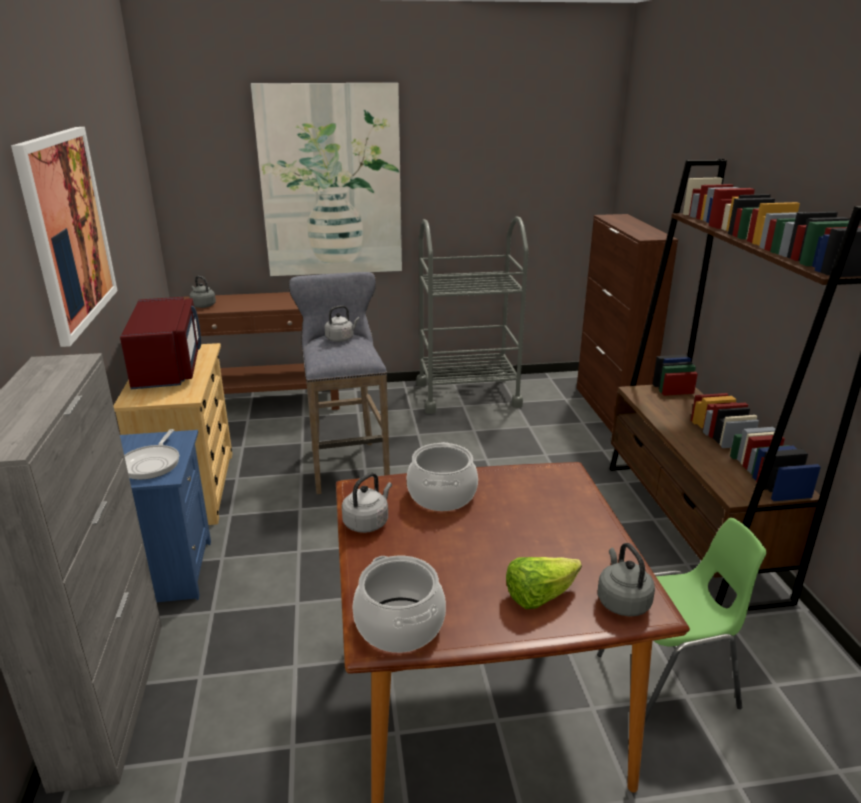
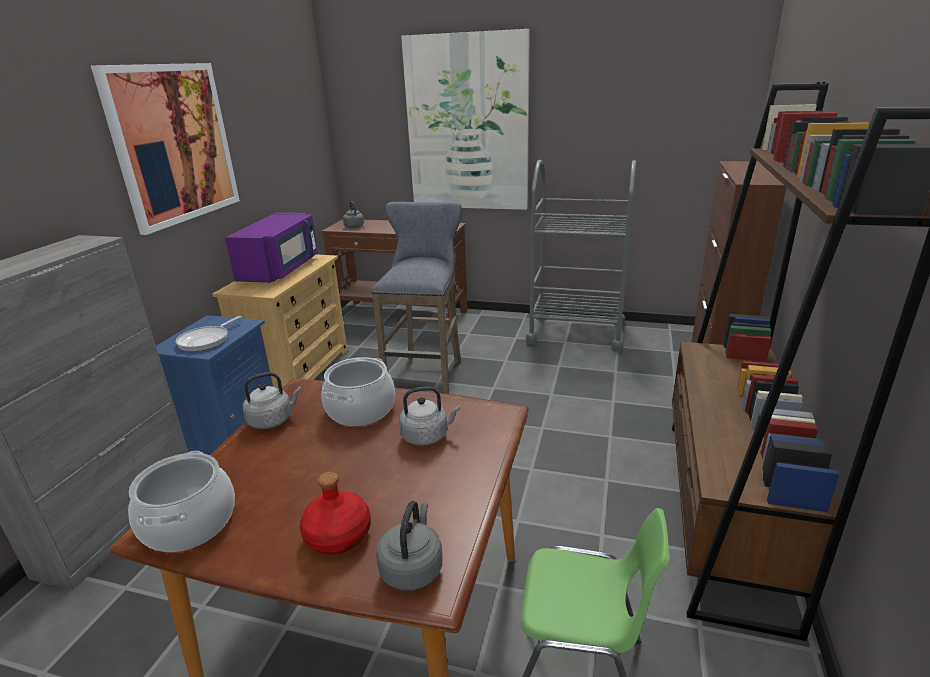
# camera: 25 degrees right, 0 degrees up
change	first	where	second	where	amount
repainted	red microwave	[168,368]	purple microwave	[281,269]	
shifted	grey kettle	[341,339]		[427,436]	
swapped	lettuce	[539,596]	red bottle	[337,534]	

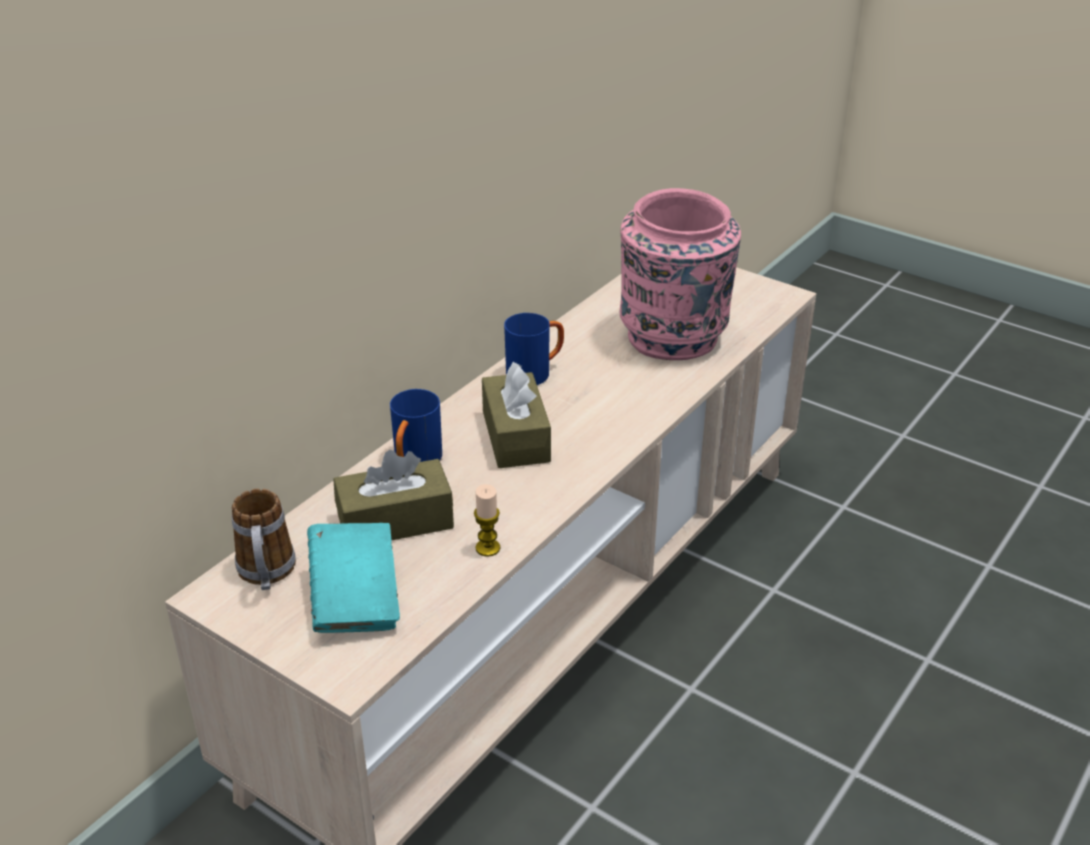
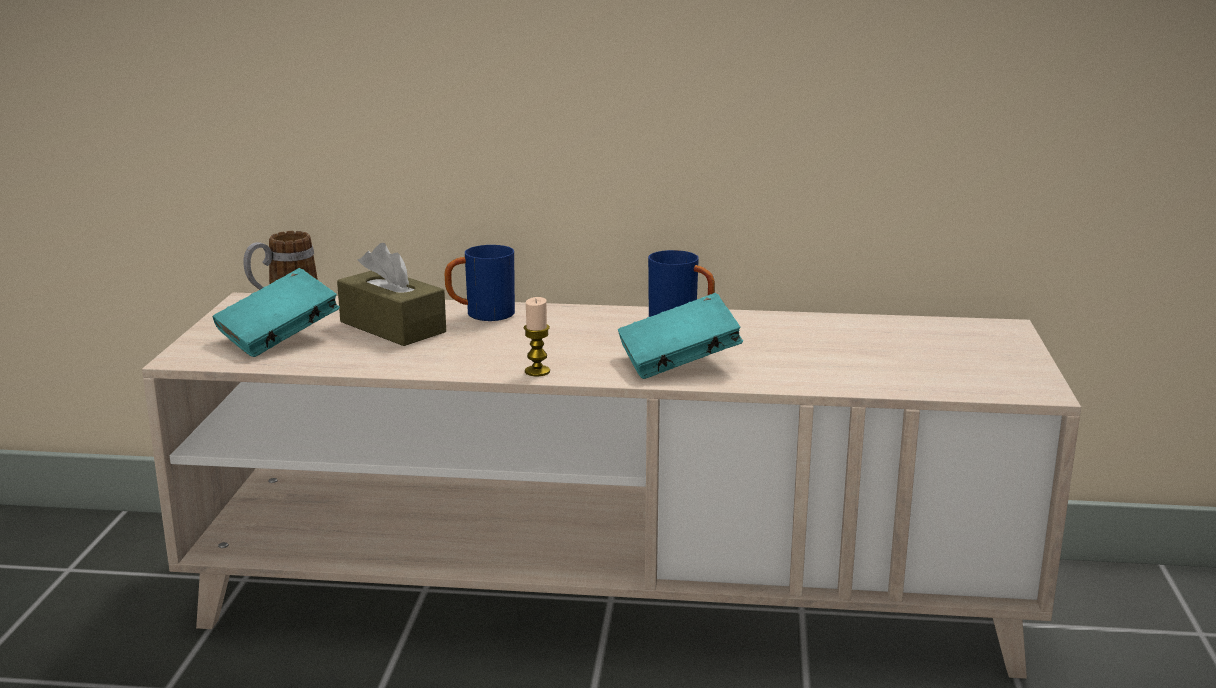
# camera: 60 degrees right, 15 degrees down
change	first	where	second	where	amount
shifted	candle	[487,548]		[537,371]	
gone	brown tissue box	[516,436]			
gone	pink vase	[673,339]			
new			turquoise book	[678,363]	

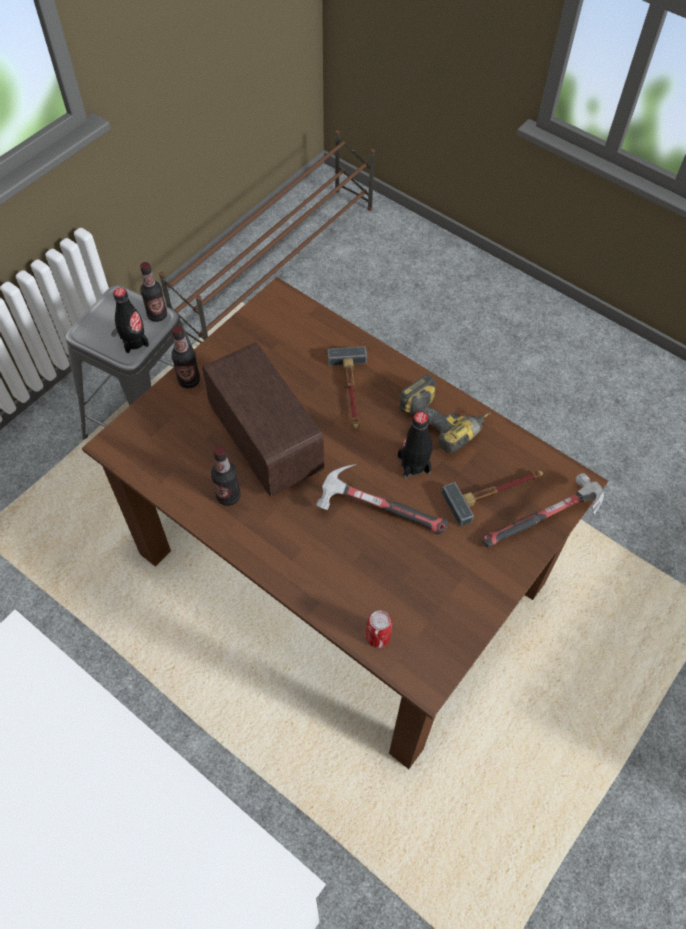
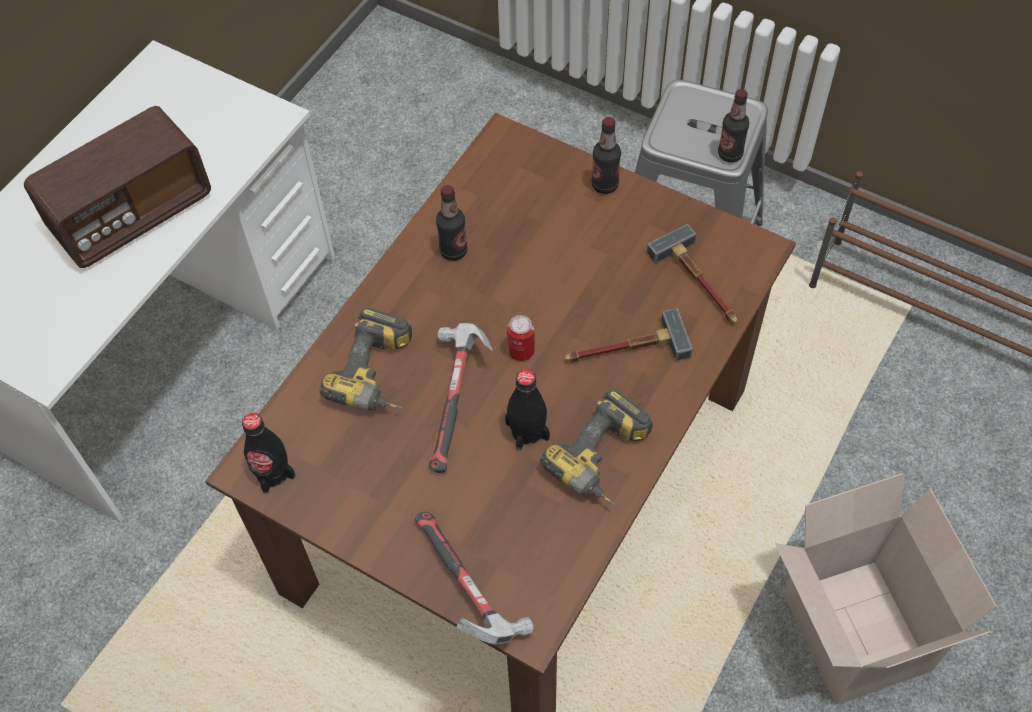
# camera: 85 degrees right, 0 degrees up
change	first	where	second	where	amount
shifted	black bottle	[134,341]		[272,472]	
shifted	radio	[265,440]		[132,214]	
shifted	can	[378,636]		[521,351]	
shifted	hammer	[496,493]		[699,283]	
new			power drill	[380,375]	
new			cardboard box	[850,631]	

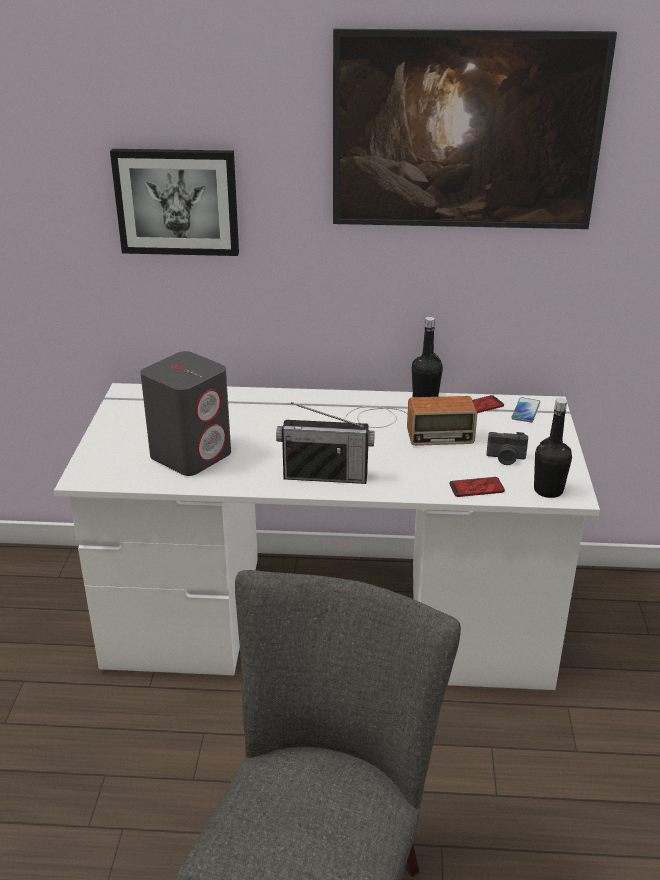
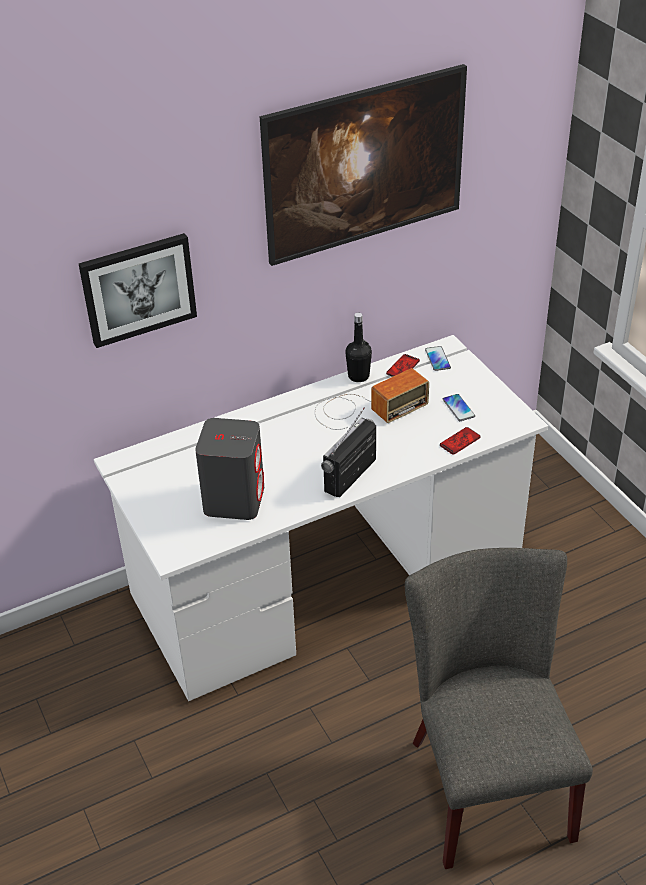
# camera: 30 degrees left, 10 degrees up
change	first	where	second	where	amount
rotated	radio	[325,476]		[350,475]	150 degrees clockwise
swapped	photo camera	[506,458]	phone	[458,408]	
gone	black bottle	[548,490]			

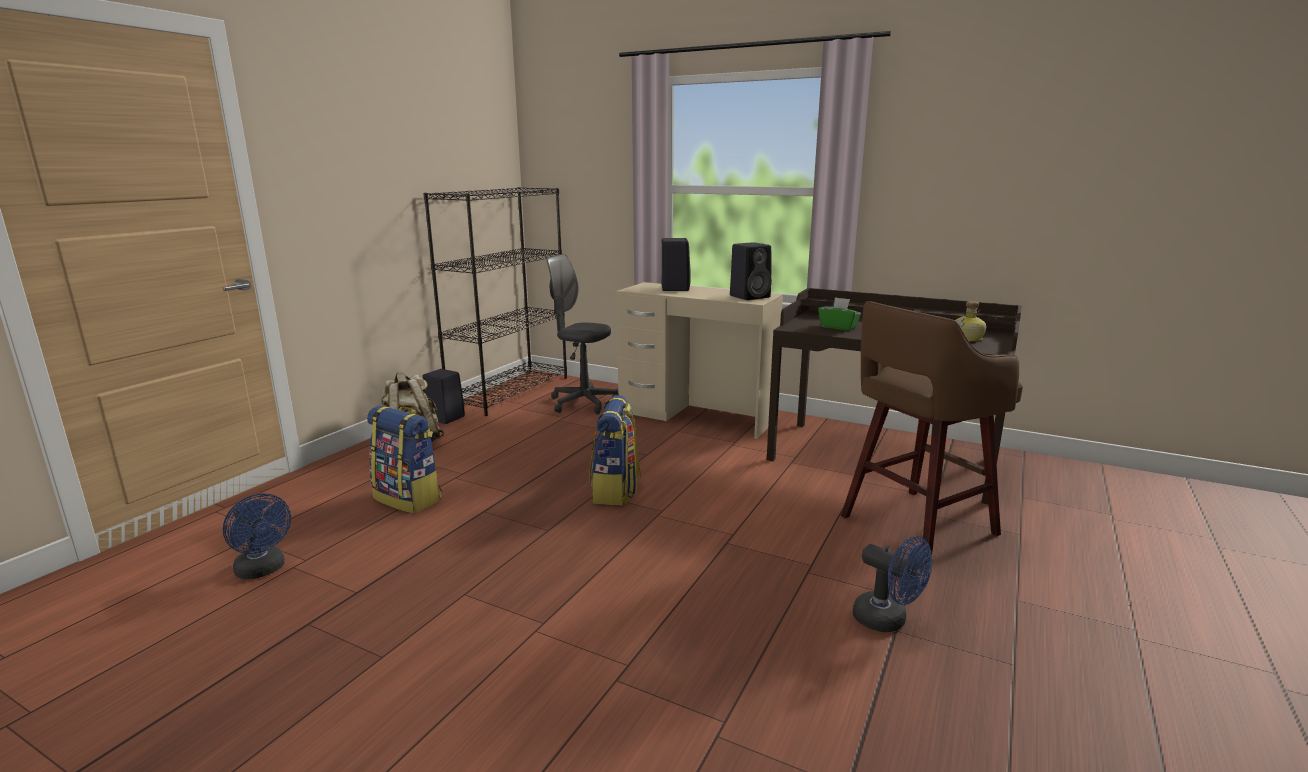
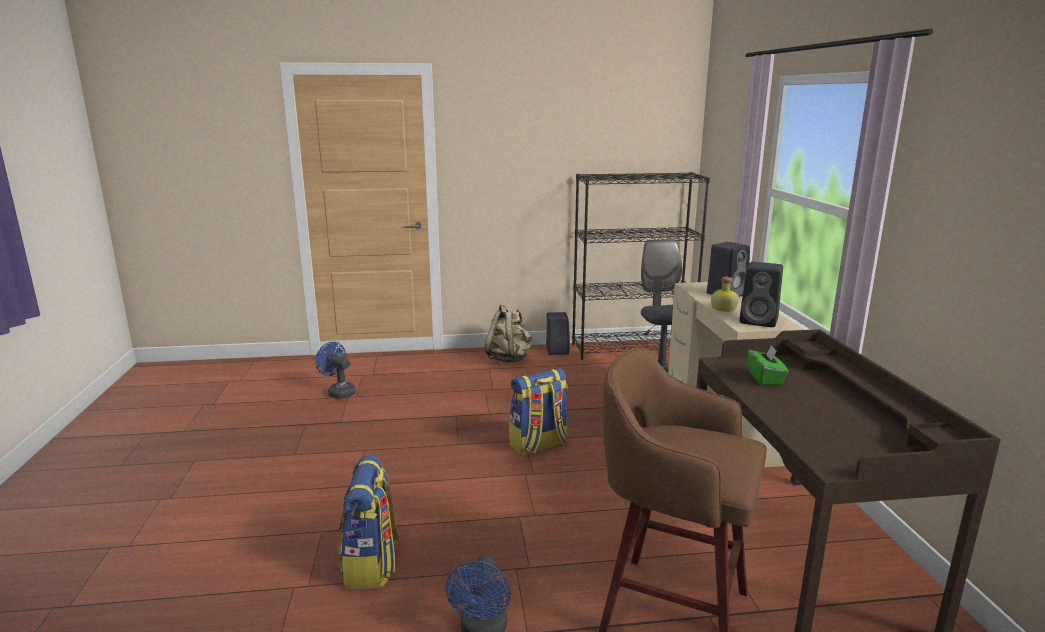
# camera: 55 degrees right, 0 degrees up
change	first	where	second	where	amount
rotated	blue fan	[263,570]		[339,392]	120 degrees clockwise
shifted	backpack	[409,499]		[372,565]	
shifted	bottle	[968,338]		[724,309]	

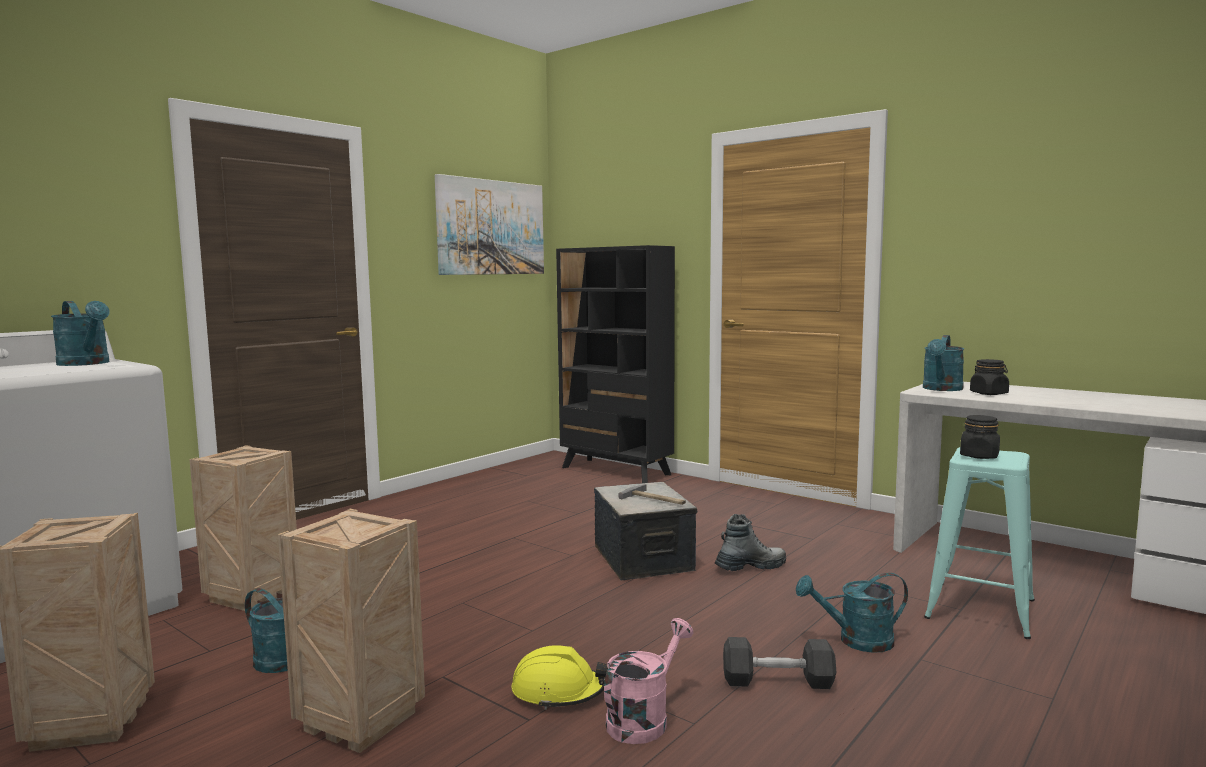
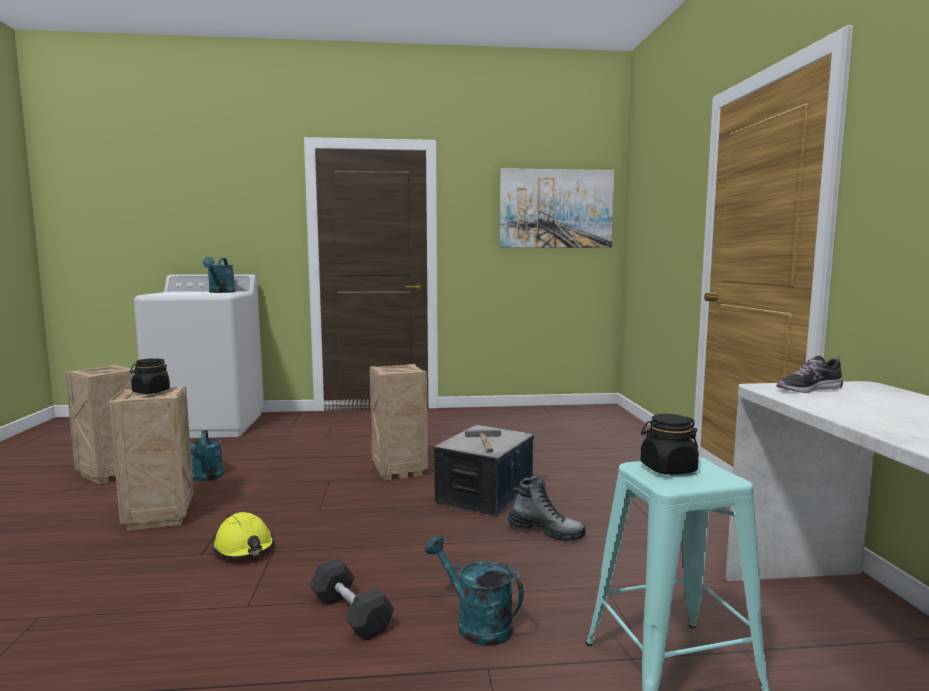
# camera: 45 degrees right, 0 degrees up
change	first	where	second	where	amount
shifted	crate	[253,595]		[400,471]	
gone	black bookcase	[615,471]			
gone	pink watering can	[643,719]			
swapped	turquoise watering can	[941,389]	shoe	[808,389]	
shifted	black jar	[989,393]		[151,392]	

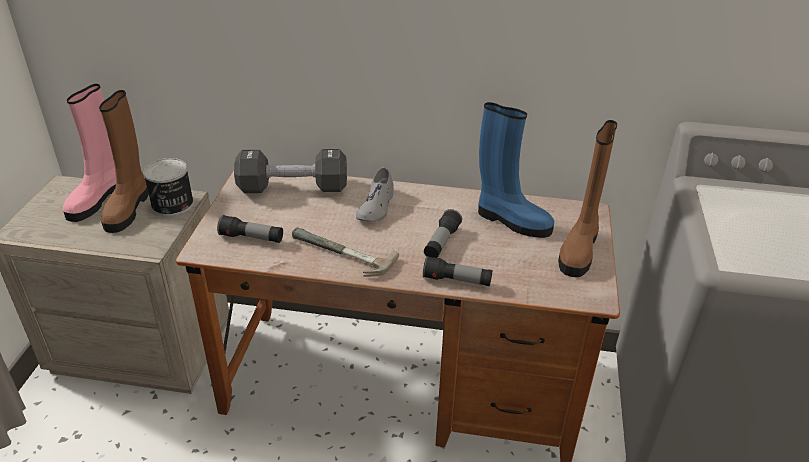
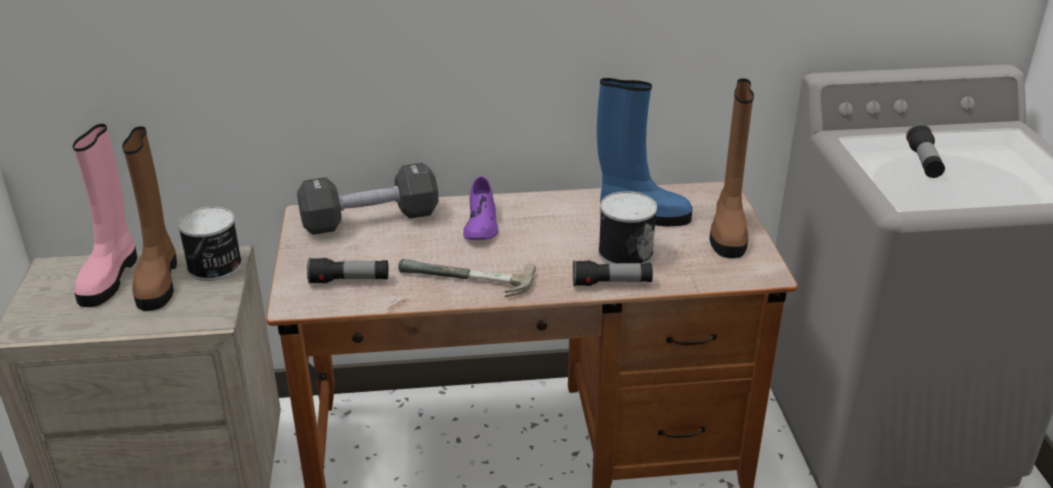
# camera: 15 degrees left, 5 degrees down
change	first	where	second	where	amount
repainted	grey shoe	[376,206]	purple shoe	[481,224]	
shifted	flashlight	[441,242]		[923,162]	
new			can	[624,252]	

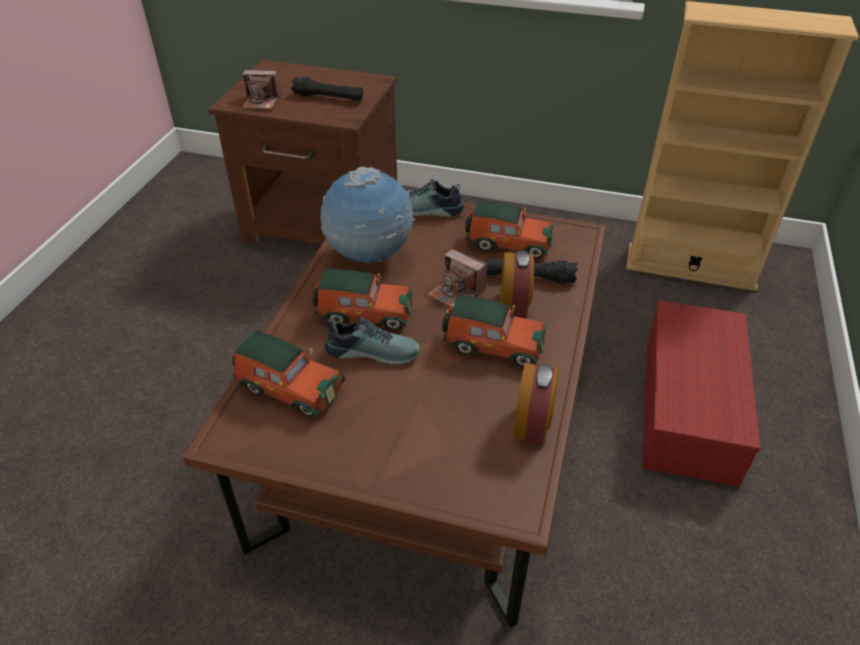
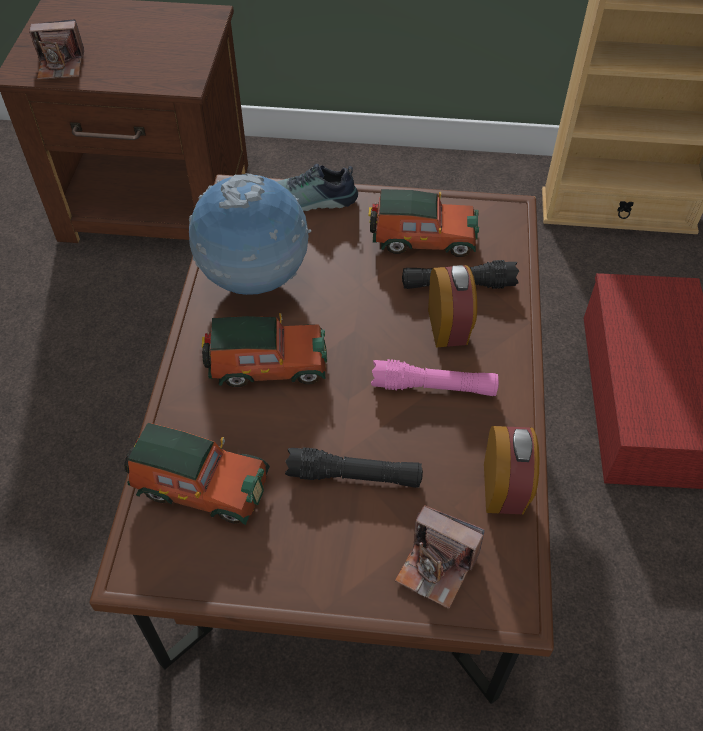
# camera: 10 degrees left, 10 degrees up
change	first	where	second	where	amount
shifted	black flashlight	[328,97]		[354,476]	
gone	shoe	[373,350]			
shifted	photo camera	[456,292]		[437,566]	
swapped	toy car	[492,345]	pink flashlight	[433,387]	

